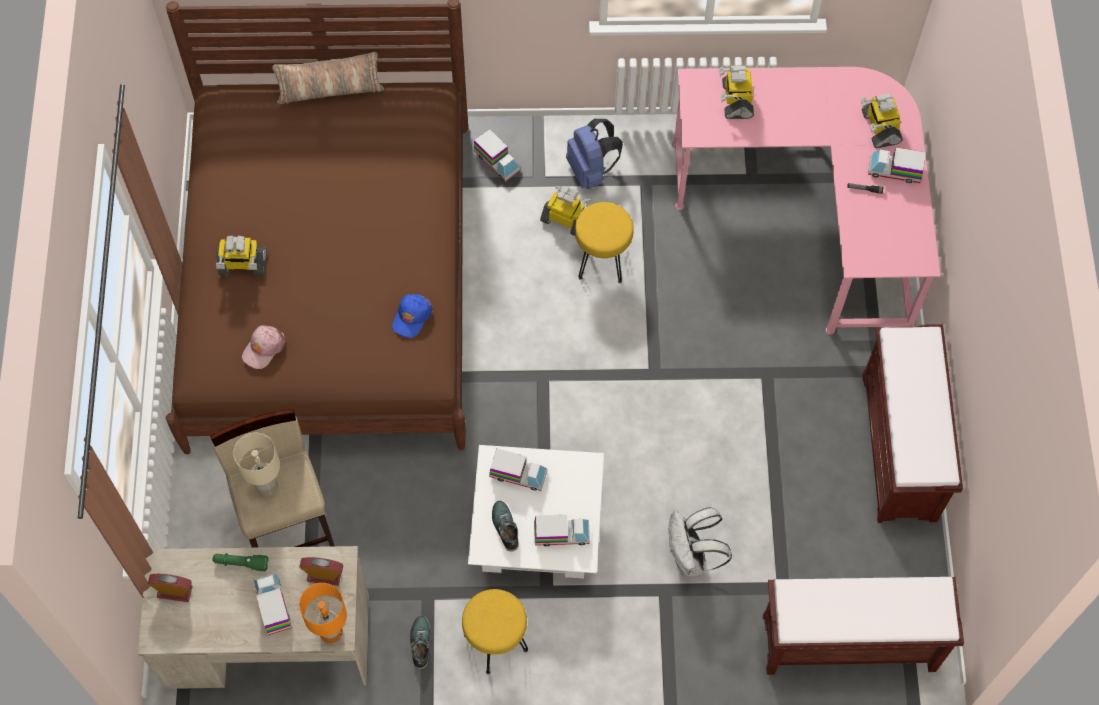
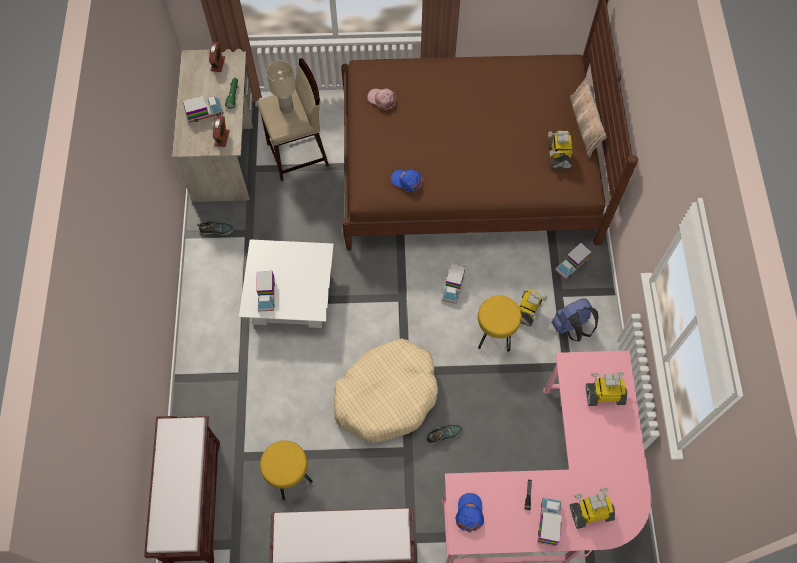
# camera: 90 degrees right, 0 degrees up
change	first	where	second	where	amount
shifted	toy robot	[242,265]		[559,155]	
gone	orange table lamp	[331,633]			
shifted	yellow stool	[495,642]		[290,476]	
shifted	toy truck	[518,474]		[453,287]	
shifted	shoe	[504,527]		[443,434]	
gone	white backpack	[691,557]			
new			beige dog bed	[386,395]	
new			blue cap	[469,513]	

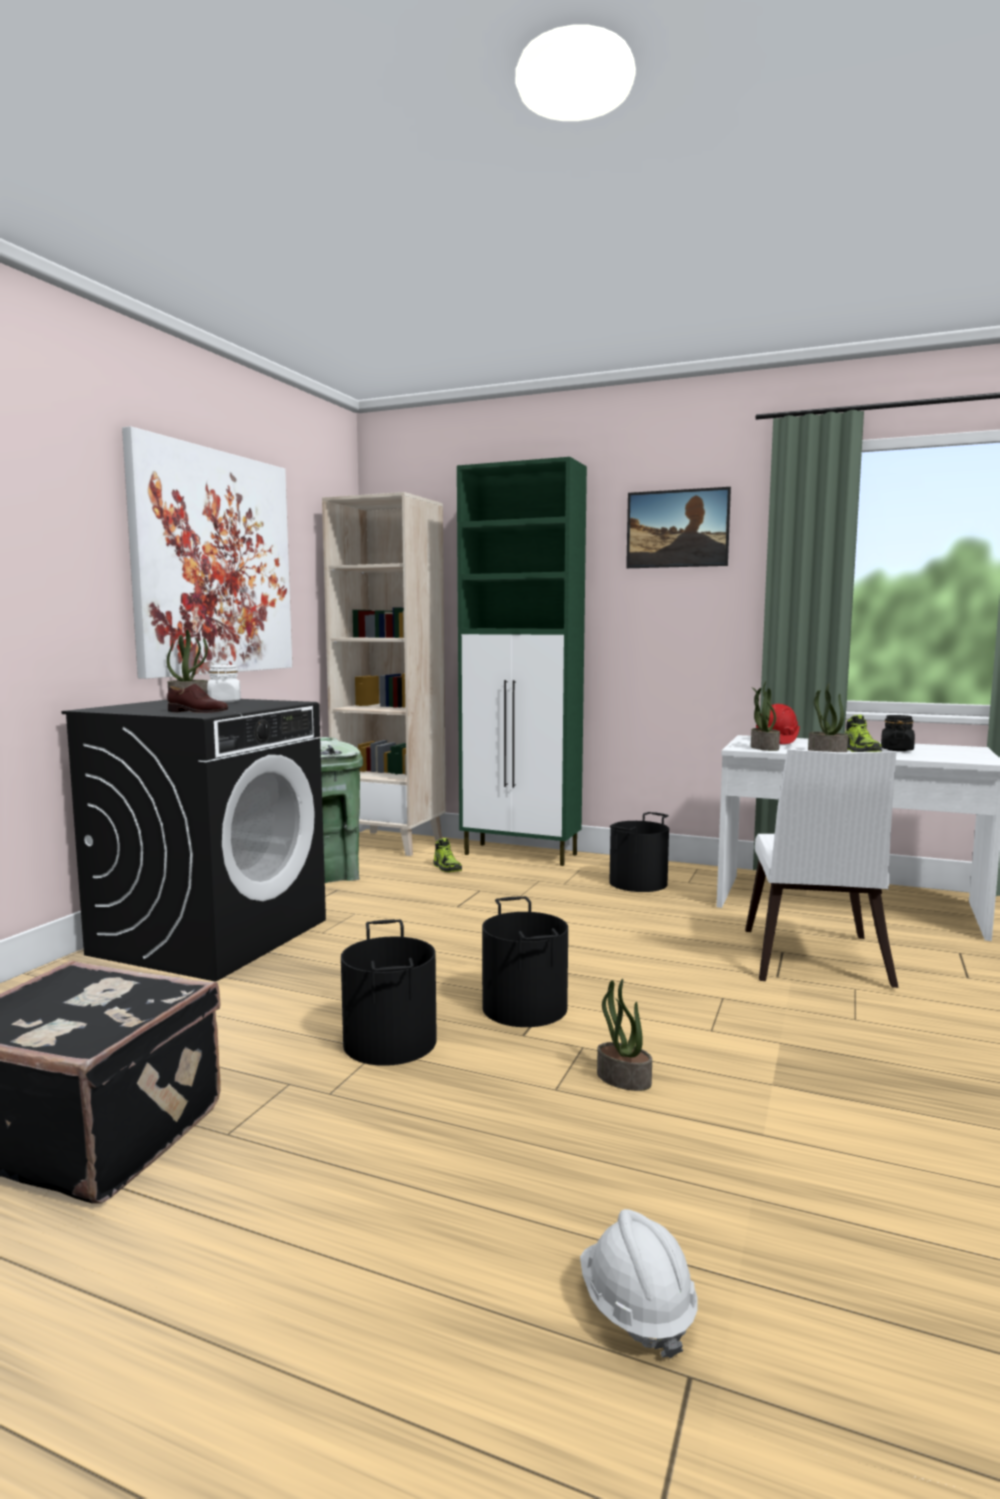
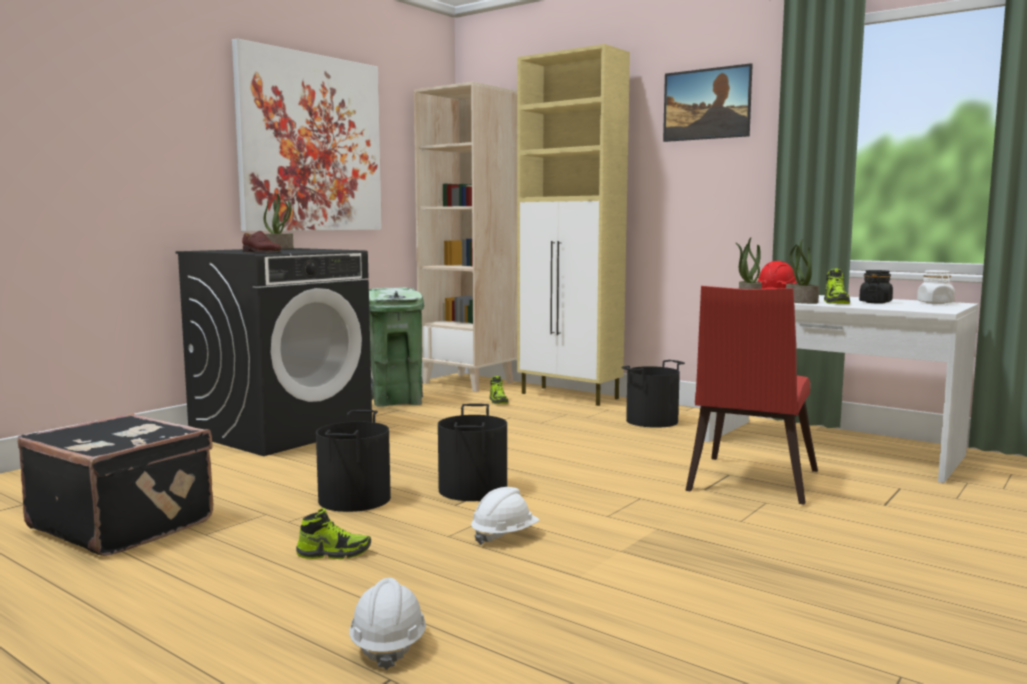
# camera: 15 degrees right, 0 degrees up
change	first	where	second	where	amount
shifted	white jar	[224,701]		[935,303]	
repainted	green cabinet	[522,855]	beige cabinet	[570,396]	
swapped	potted plant	[622,1079]	white hard hat	[504,536]	
repainted	white chair	[813,962]	red chair	[749,483]	
new			shoe	[334,553]	

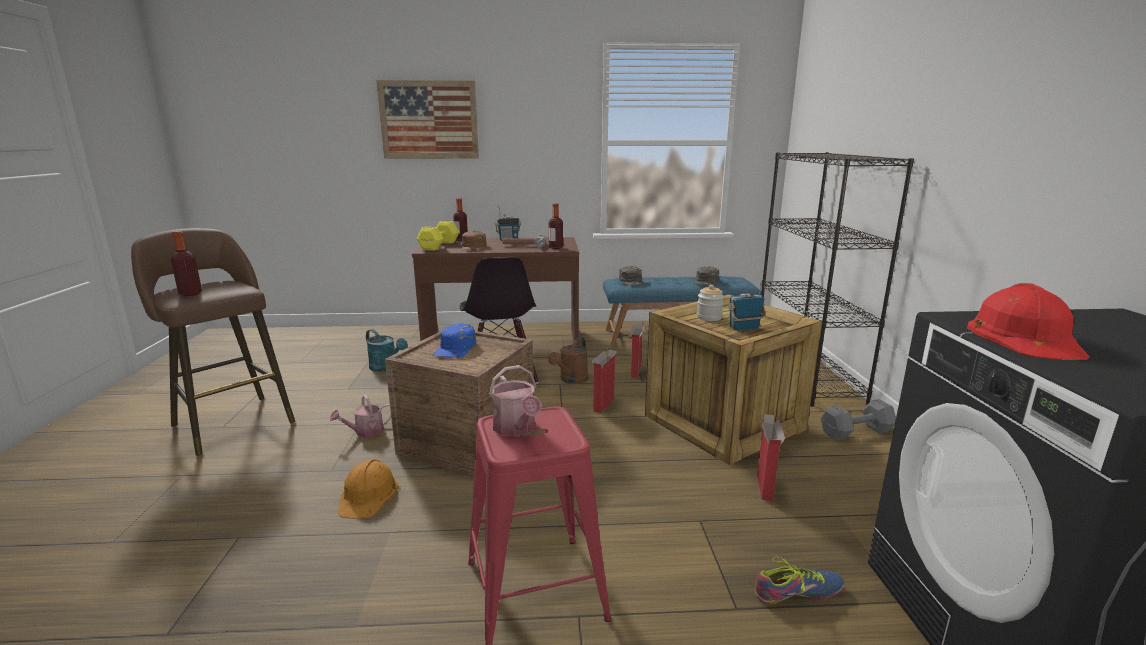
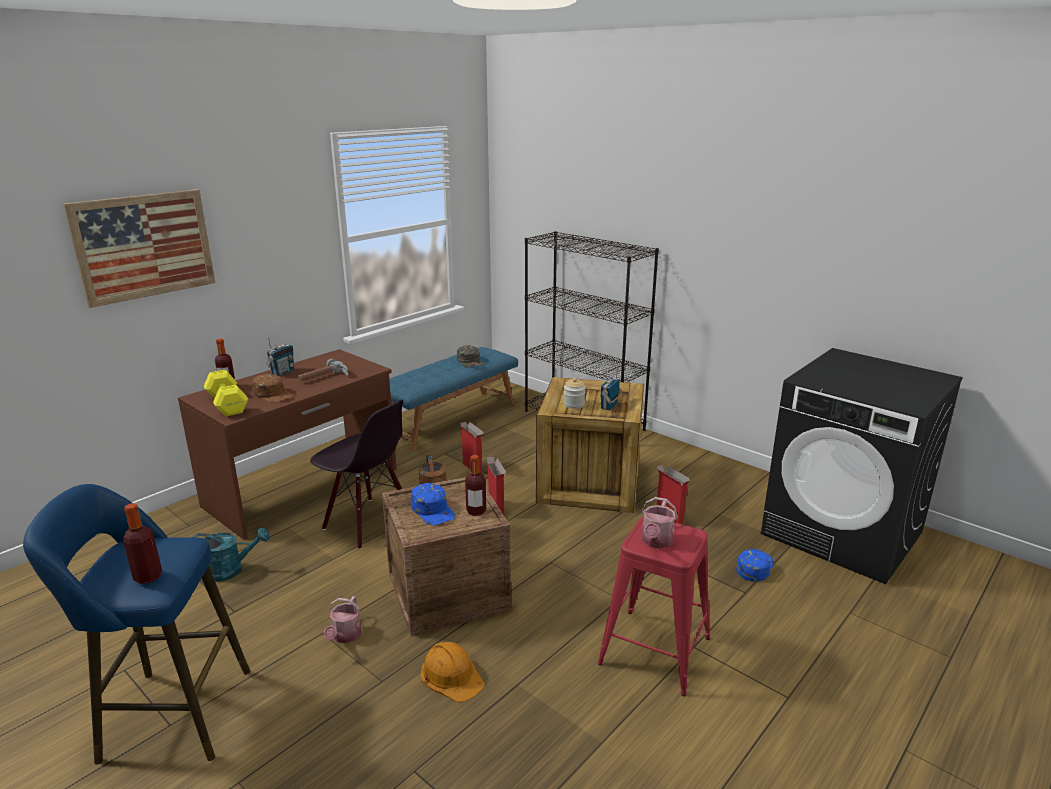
# camera: 45 degrees left, 5 degrees up
change	first	where	second	where	amount
repainted	brown stool	[230,422]	blue stool	[168,714]	
rotated	watering can	[516,429]		[656,542]	90 degrees clockwise
shifted	bottle	[555,247]		[476,511]	
gone	green cap	[632,281]			
swapped	shoe	[797,591]	blue cap	[754,567]	
gone	grey dumbbell	[857,432]			
gone	red hard hat	[1025,338]			

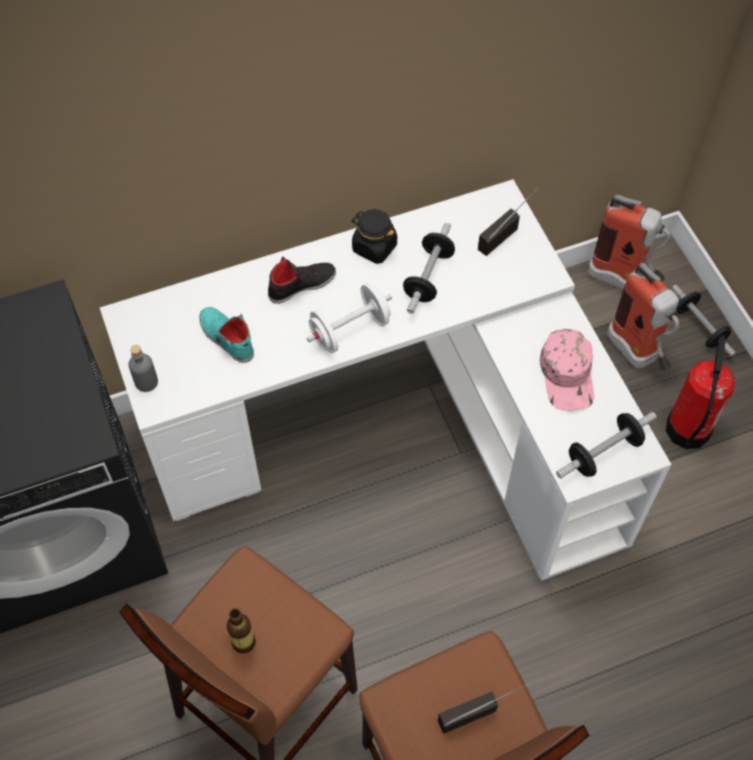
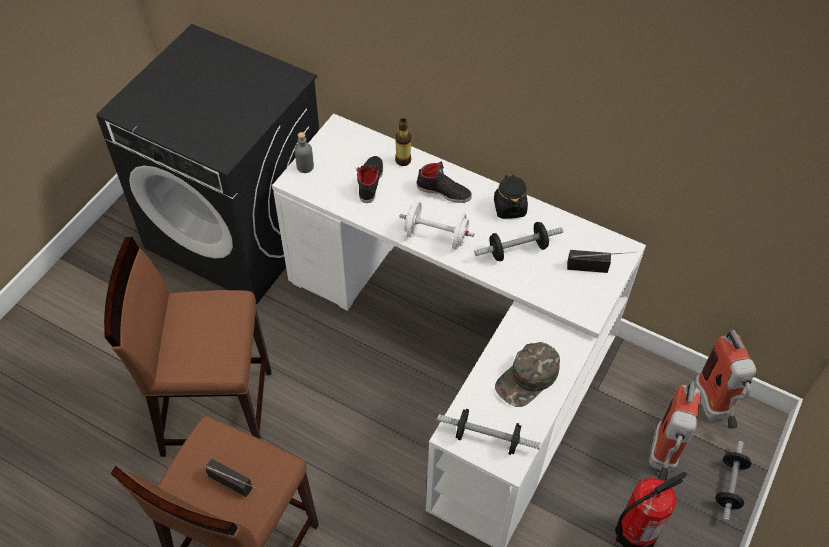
# camera: 50 degrees right, 5 degrees down
change	first	where	second	where	amount
repainted	turquoise shoe	[226,338]	black shoe	[370,181]	
shifted	bottle	[243,642]		[403,160]	
repainted	pink cap	[568,375]	green cap	[528,378]	

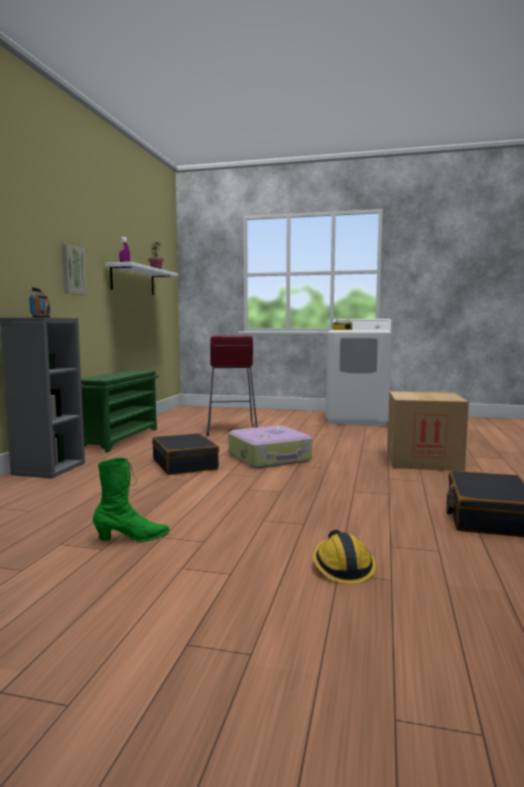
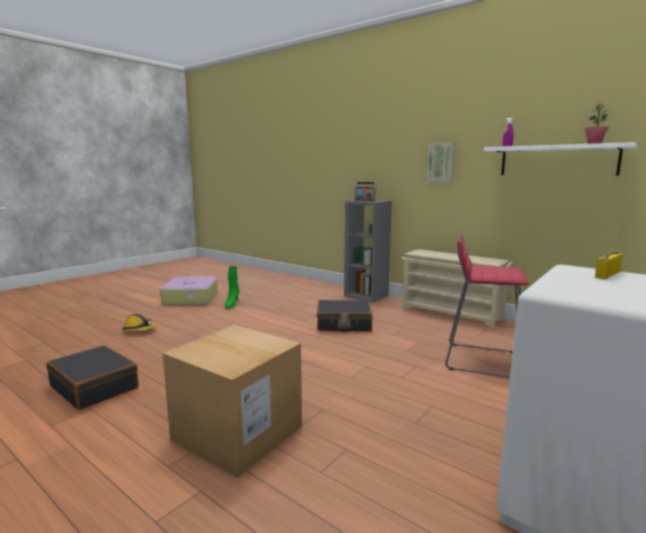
# camera: 115 degrees right, 5 degrees up
change	first	where	second	where	amount
repainted	green shoe rack	[119,438]	beige shoe rack	[452,314]	
shifted	suitcase	[270,458]		[190,299]	

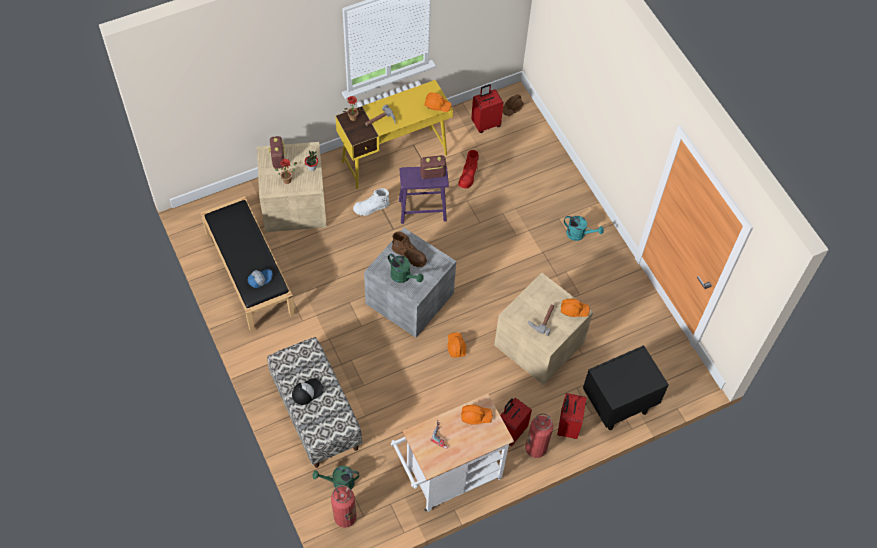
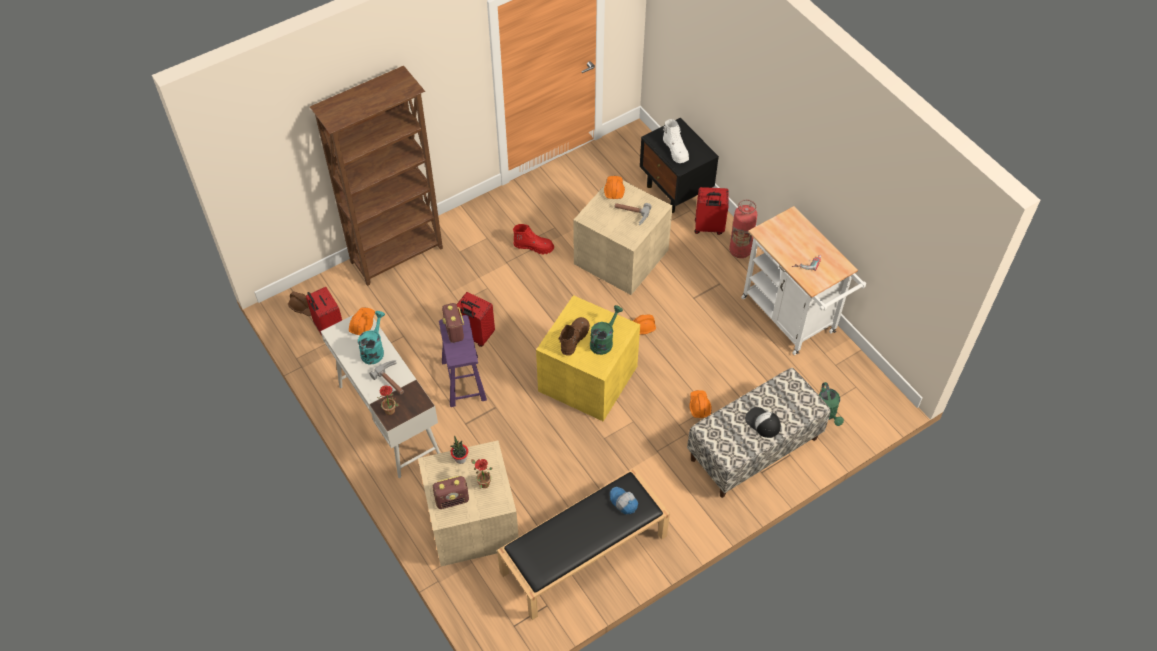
# camera: 95 degrees left, 5 degrees down
change	first	where	second	where	amount
gone	fire extinguisher	[345,517]			
repainted	yellow desk	[395,158]	white desk	[388,419]	
shifted	white boot	[371,208]		[676,150]	
repainted	grey storage box	[409,297]	yellow storage box	[586,379]	
shifted	red boot	[468,176]		[534,246]	
shifted	orange hard hat	[476,416]		[699,406]	
shifted	red suitcase	[510,431]		[475,335]	
shifted	turquoise watering can	[579,234]		[374,350]	
new			brown bookcase	[398,255]	

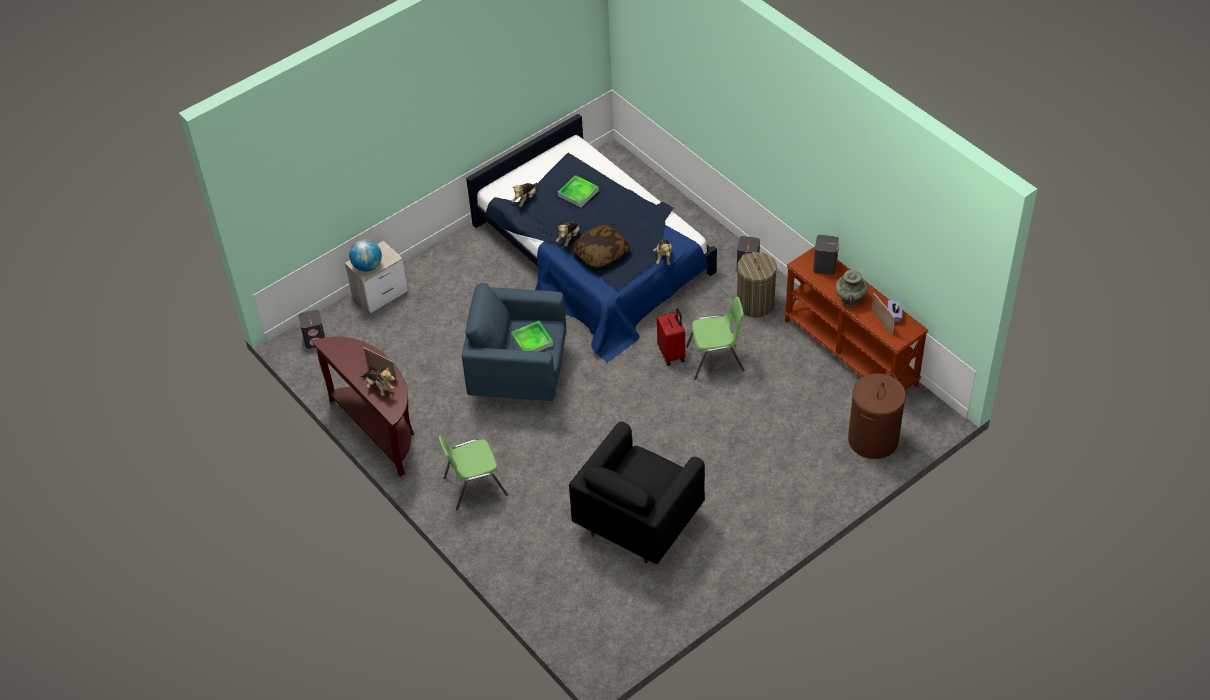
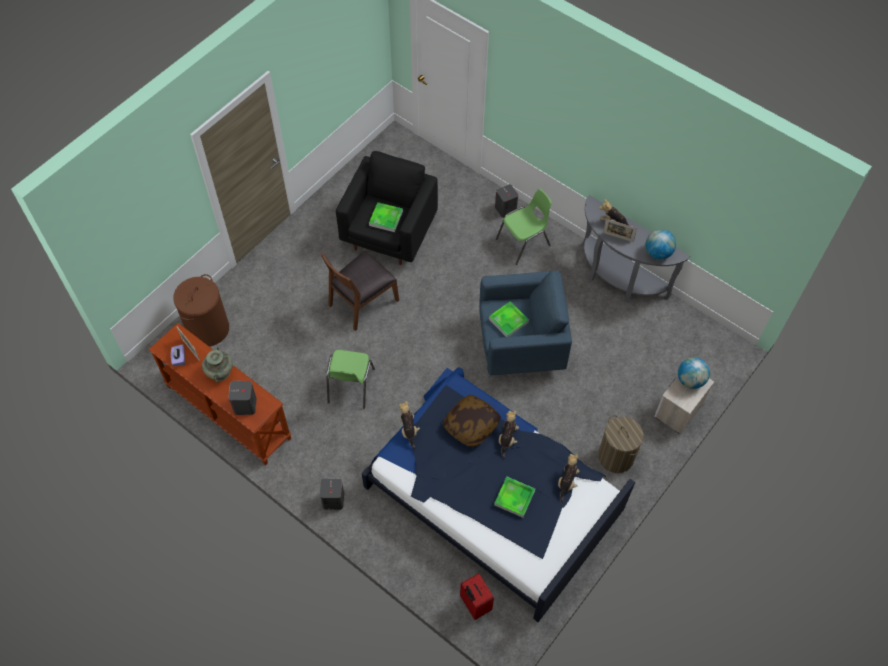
# camera: 165 degrees right, 10 degrees up
change	first	where	second	where	amount
shifted	grey speaker	[315,339]		[505,209]	
repainted	brown console table	[379,429]	grey console table	[618,278]	
shifted	red suitcase	[672,354]		[474,604]	
rotated	green chair	[716,359]		[350,386]	60 degrees counterclockwise
shifted	laundry basket	[755,303]		[616,456]	
new			brown chair	[362,302]	
new			tray	[386,218]	
new			globe	[658,253]	

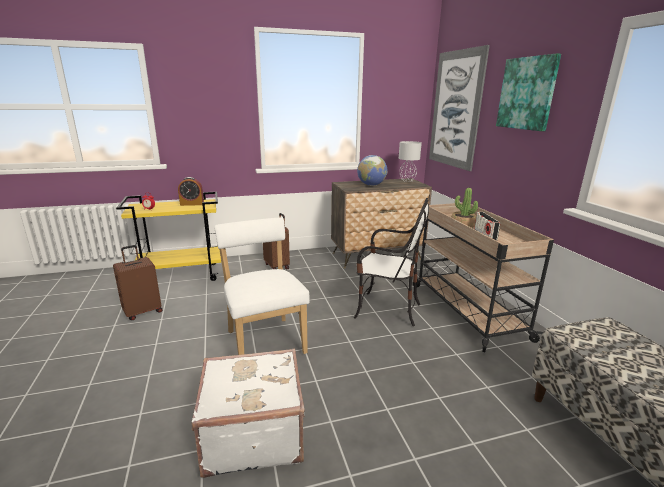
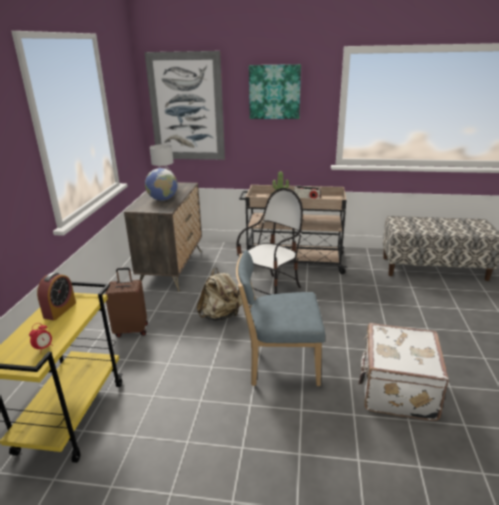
# camera: 65 degrees left, 5 degrees up
change	first	where	second	where	amount
gone	brown suitcase	[143,312]			
repainted	white chair	[264,340]	blue chair	[279,364]	
new			beige backpack	[221,316]	

